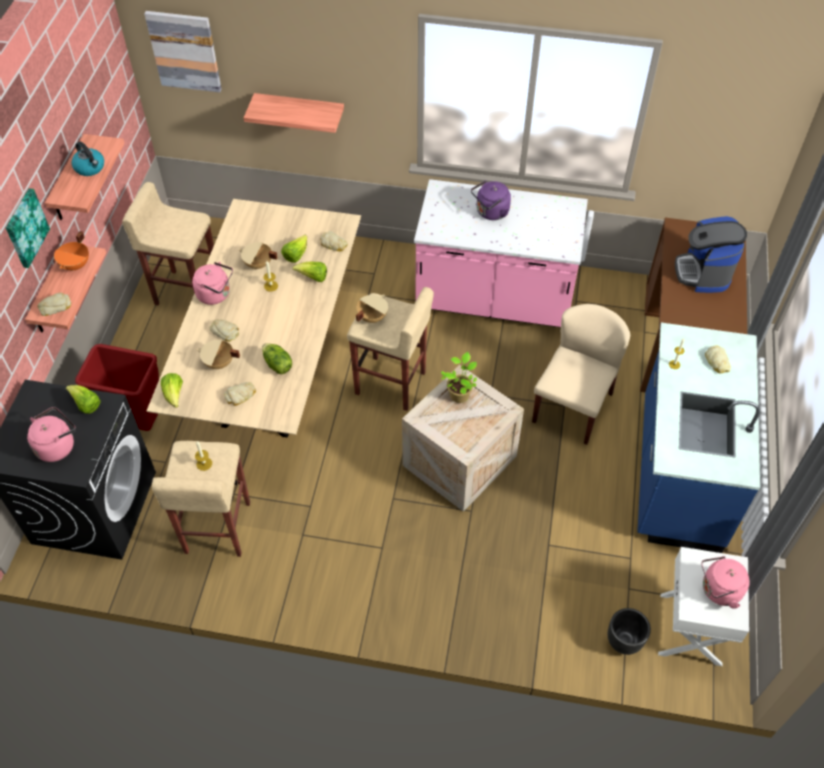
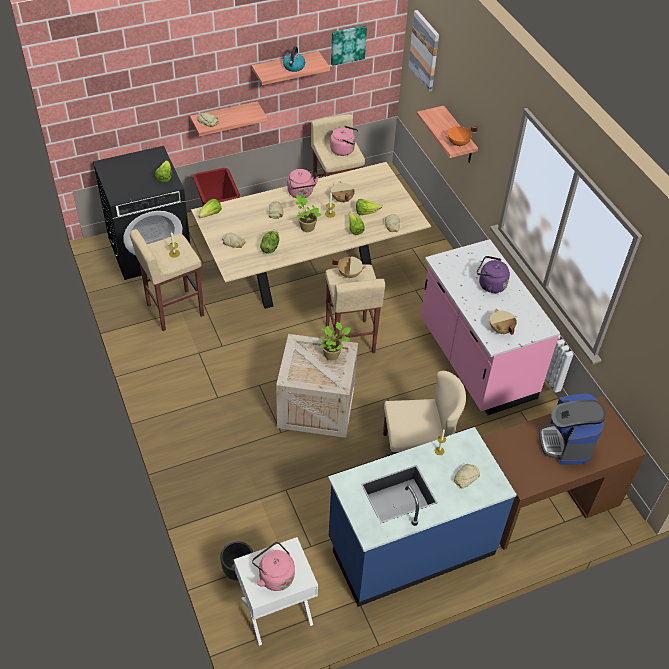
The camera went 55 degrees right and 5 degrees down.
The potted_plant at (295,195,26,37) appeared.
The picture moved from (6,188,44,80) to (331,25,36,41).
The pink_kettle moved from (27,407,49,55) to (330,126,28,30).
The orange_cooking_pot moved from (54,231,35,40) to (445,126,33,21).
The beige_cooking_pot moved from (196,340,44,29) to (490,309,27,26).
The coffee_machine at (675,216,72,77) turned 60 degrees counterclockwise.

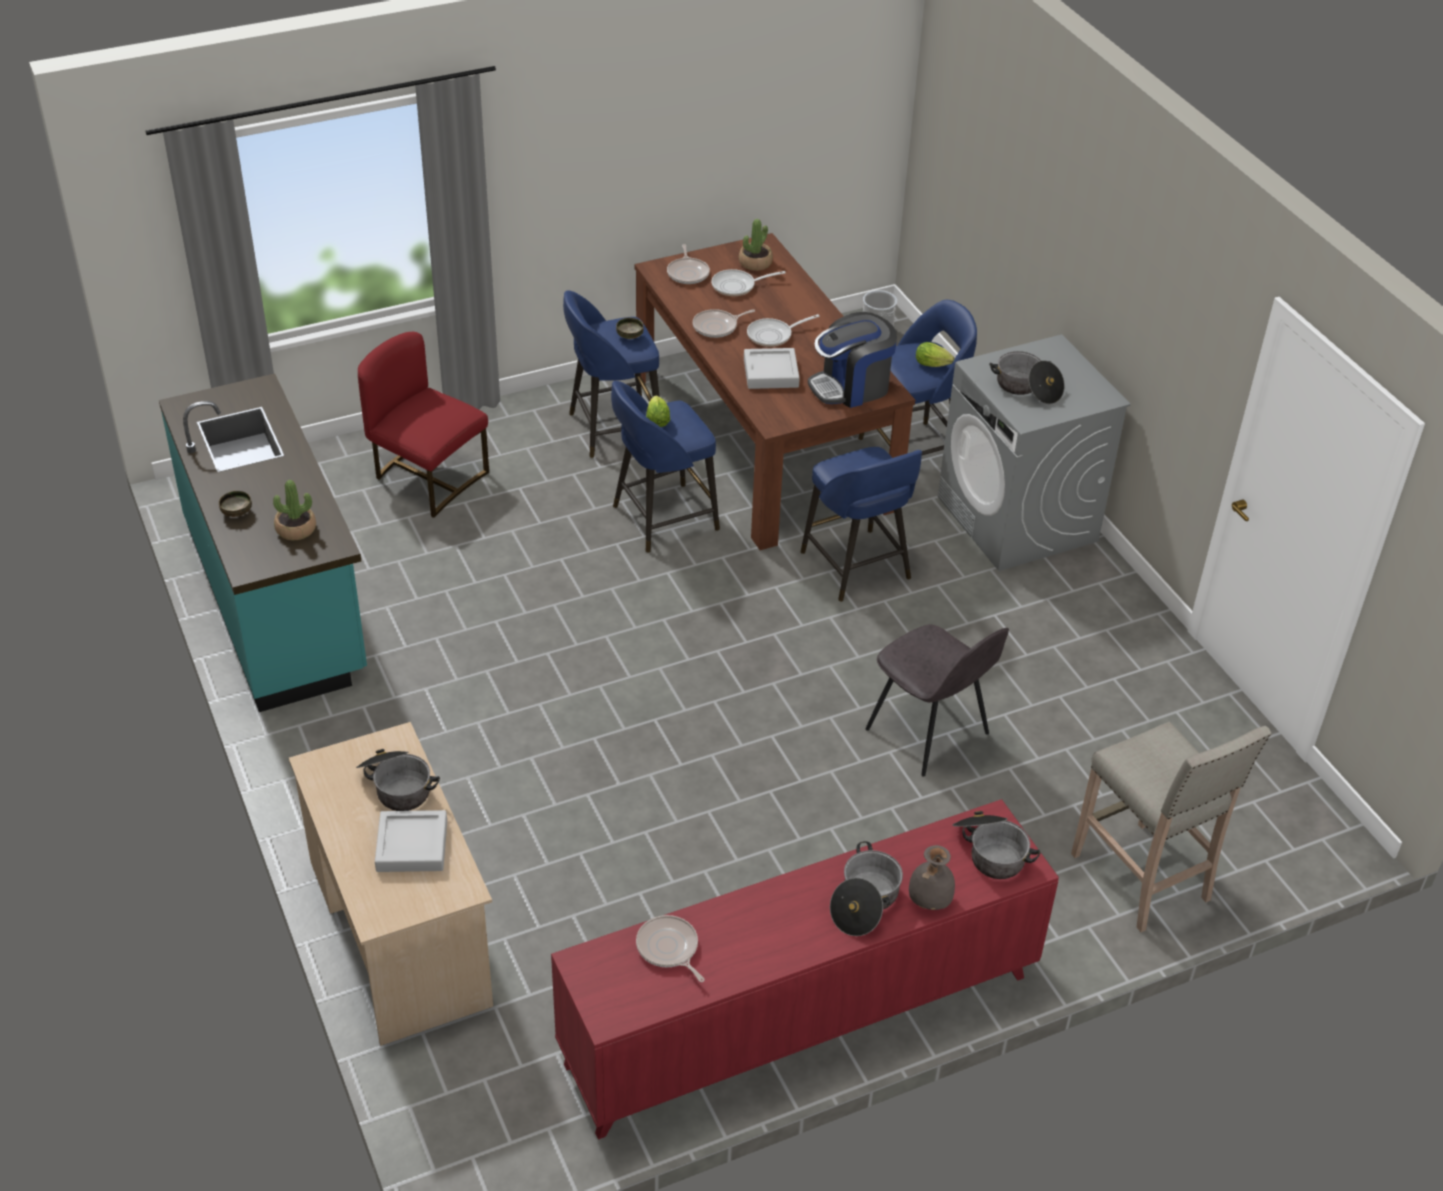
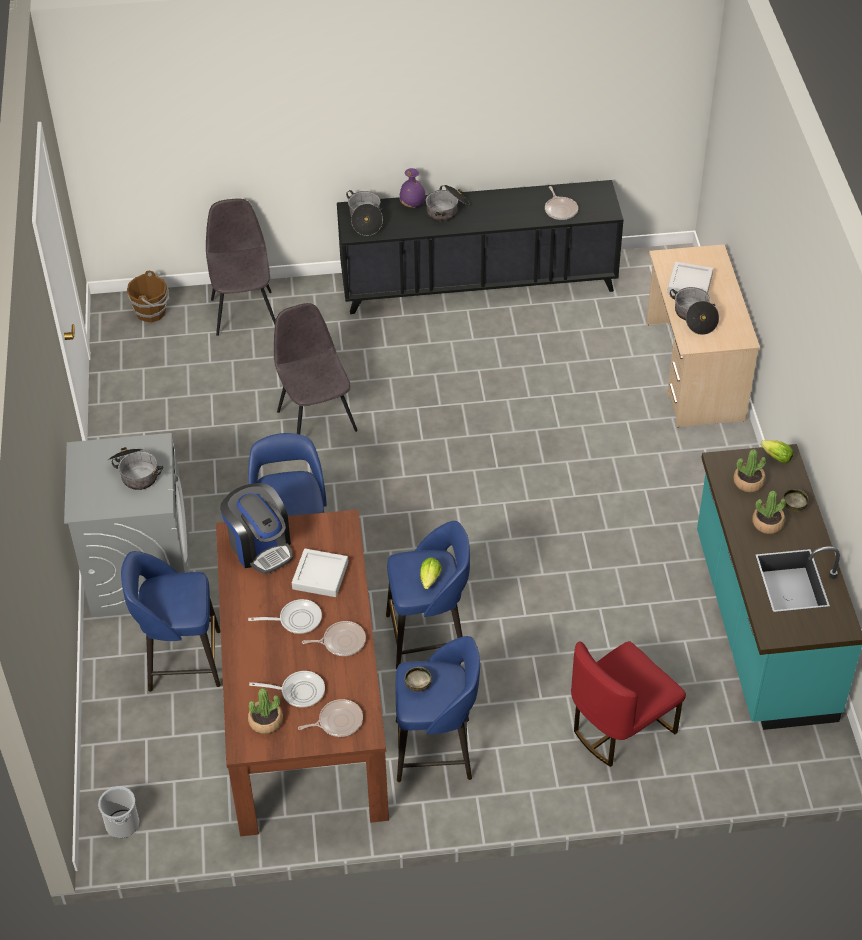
The camera went 160 degrees left and 5 degrees up.
The brown_bucket at (127,270,42,52) appeared.
The potted_plant at (752,491,34,43) appeared.
The lettuce moved from (916,342,38,25) to (761,440,32,23).
The beige_stool at (1071,722,200,210) was replaced by the grey_chair at (206,198,70,138).
The red_cabinet at (551,799,508,341) became the black_cabinet at (337,180,286,134).
The grey_vase at (909,845,46,65) became the purple_vase at (400,168,25,40).
The red_chair at (358,332,131,186) turned 90 degrees clockwise.
The frying_pan at (667,244,43,40) turned 60 degrees clockwise.
The coffee_machine at (808,312,89,96) turned 60 degrees clockwise.

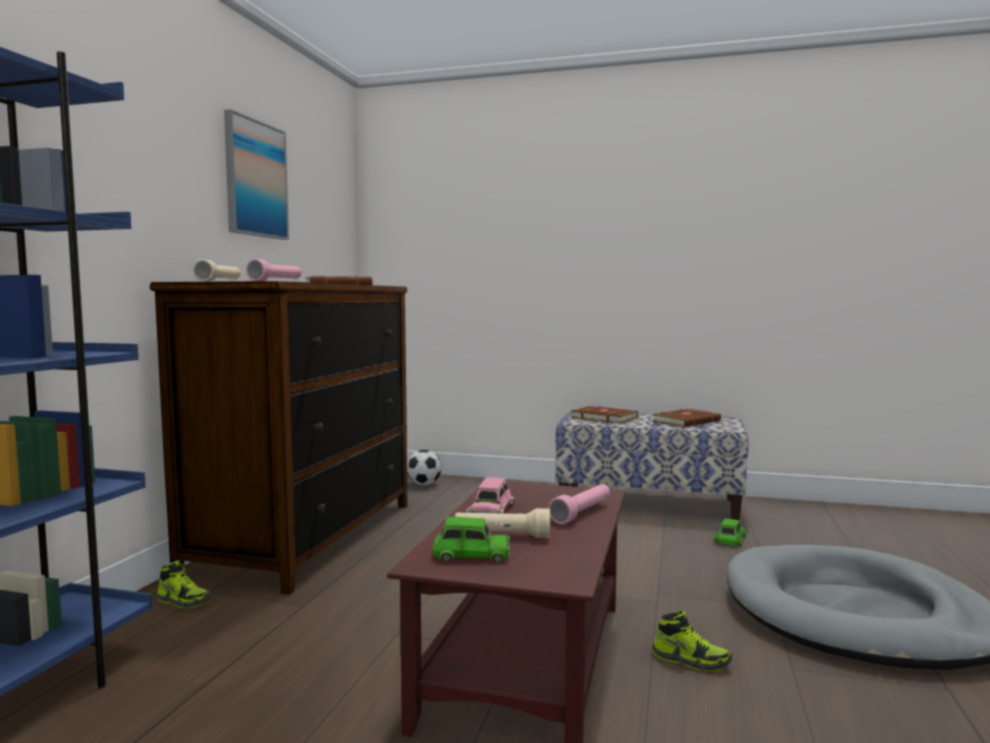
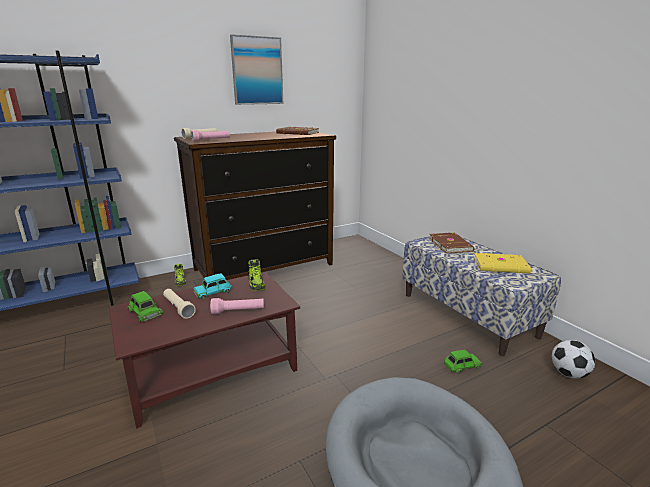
The camera went 45 degrees right and 15 degrees up.
The football moved from (407,450,35,35) to (552,340,43,39).
The shoe moved from (653,610,79,61) to (248,259,17,32).
The pink_toy_car at (466,477,48,37) became the turquoise_toy_car at (193,273,39,26).
The brown_book at (653,409,68,18) became the yellow_book at (474,253,57,20).

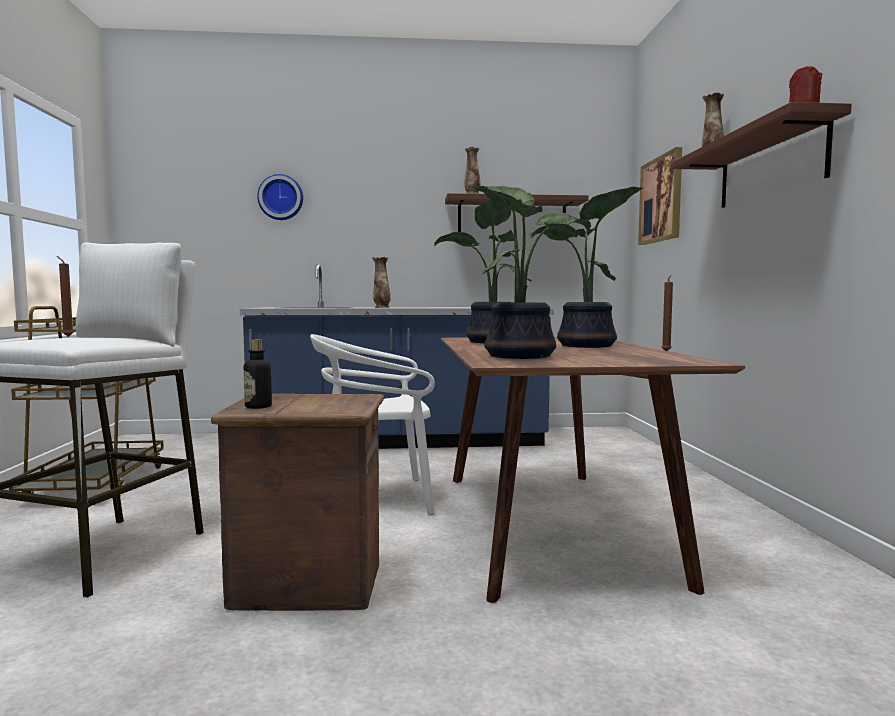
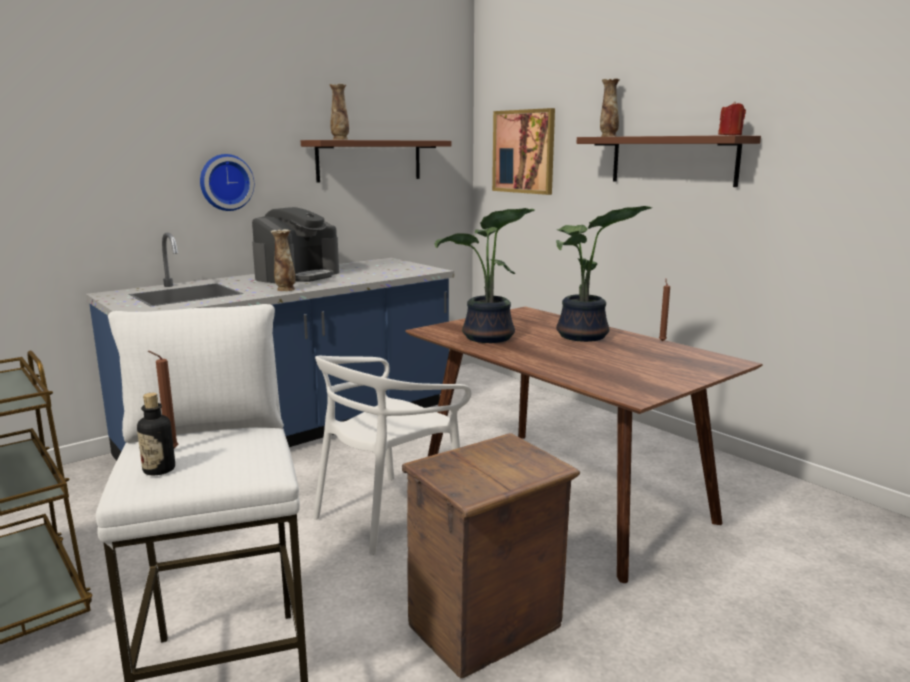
The camera went 35 degrees left and 10 degrees up.
The potted_plant at (474,186,117,173) disappeared.
The coffee_machine at (252,207,87,77) appeared.
The bottle moved from (243,339,29,70) to (137,393,38,82).
The wall_clock moved from (257,174,46,46) to (200,154,54,57).

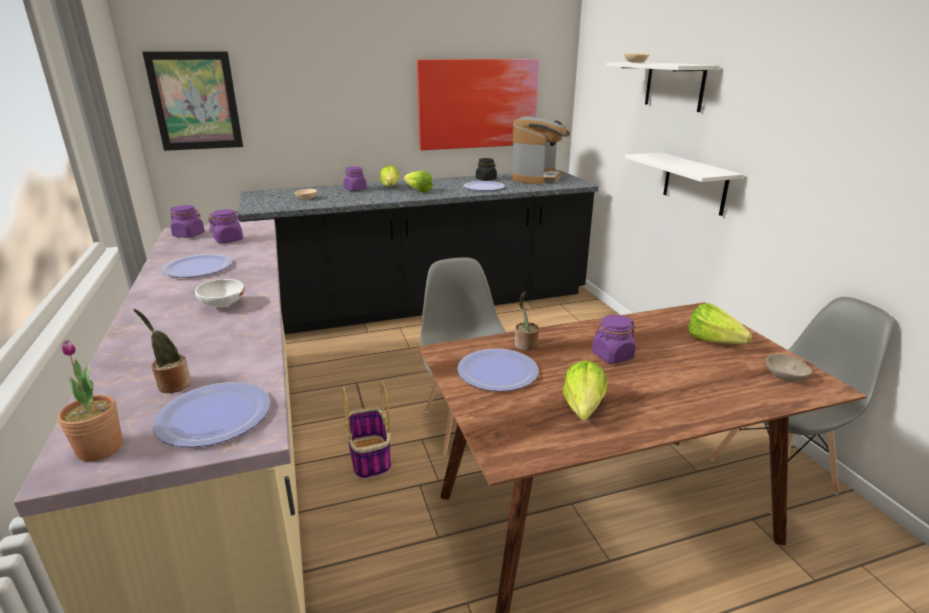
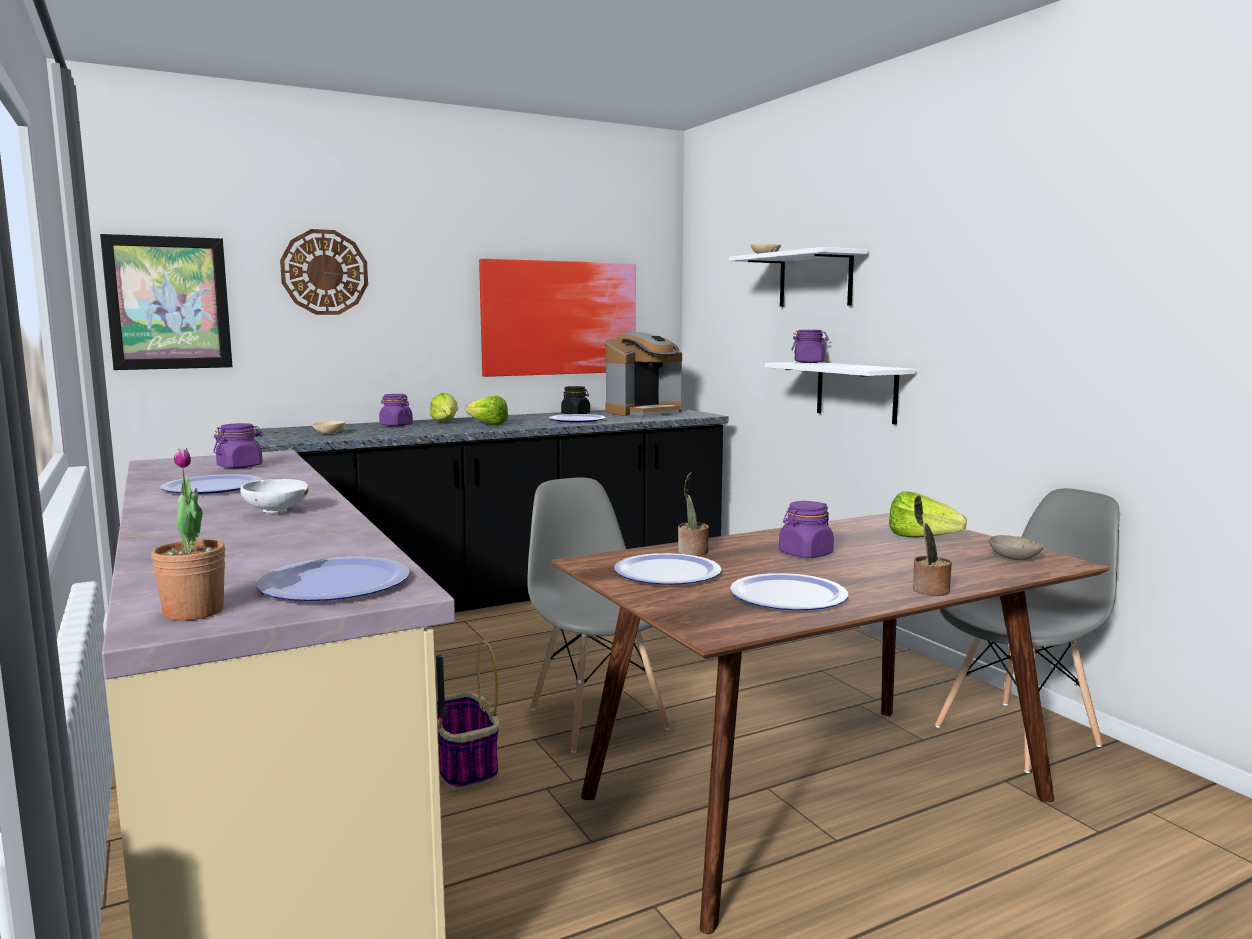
The camera went 10 degrees left and 15 degrees down.
The wall_clock at (280,229,88,86) appeared.
The potted_plant moved from (133,309,58,84) to (913,496,39,100).
The purple_jar moved from (170,205,35,33) to (791,330,38,33).
The lettuce at (563,360,44,61) was replaced by the plate at (730,573,118,37).
The coffee_machine at (512,117,58,67) turned 45 degrees clockwise.

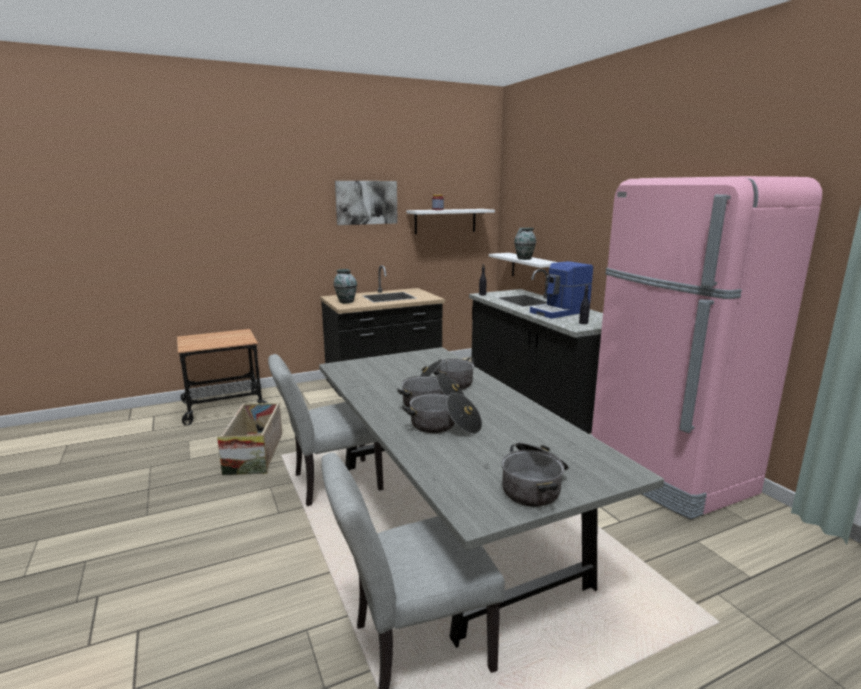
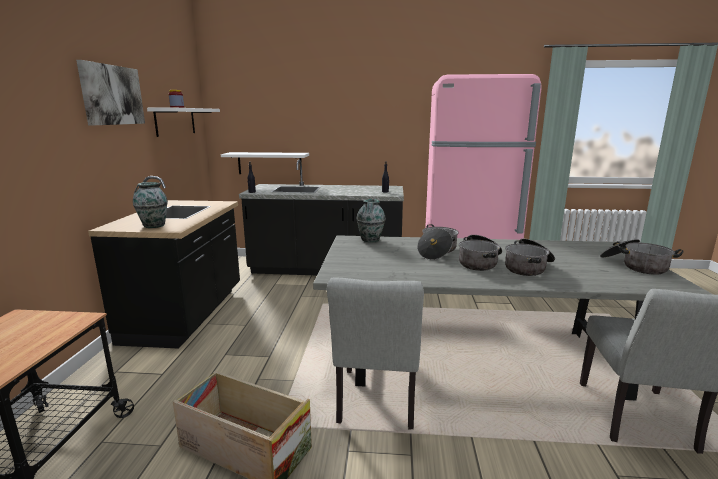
The camera went 60 degrees left and 0 degrees up.
The coffee_machine at (530,261,63,58) disappeared.
The vase moved from (514,228,22,32) to (356,198,30,44).

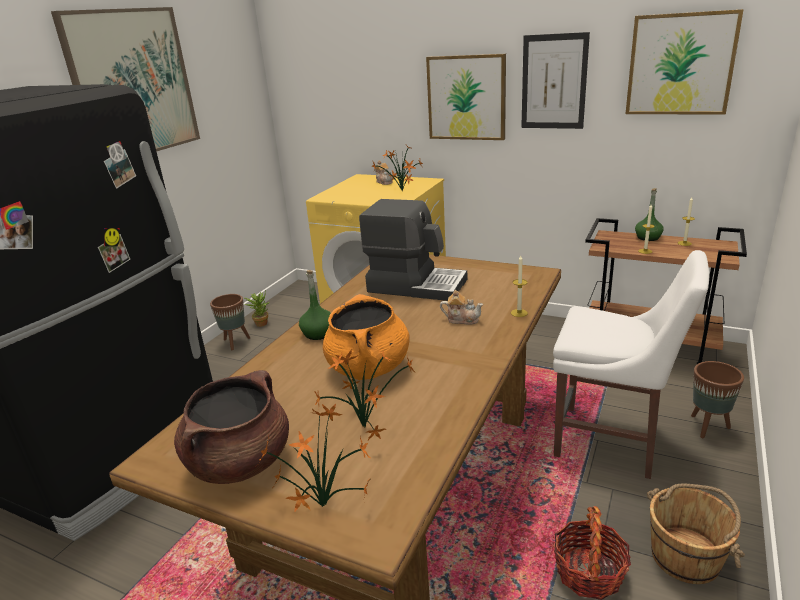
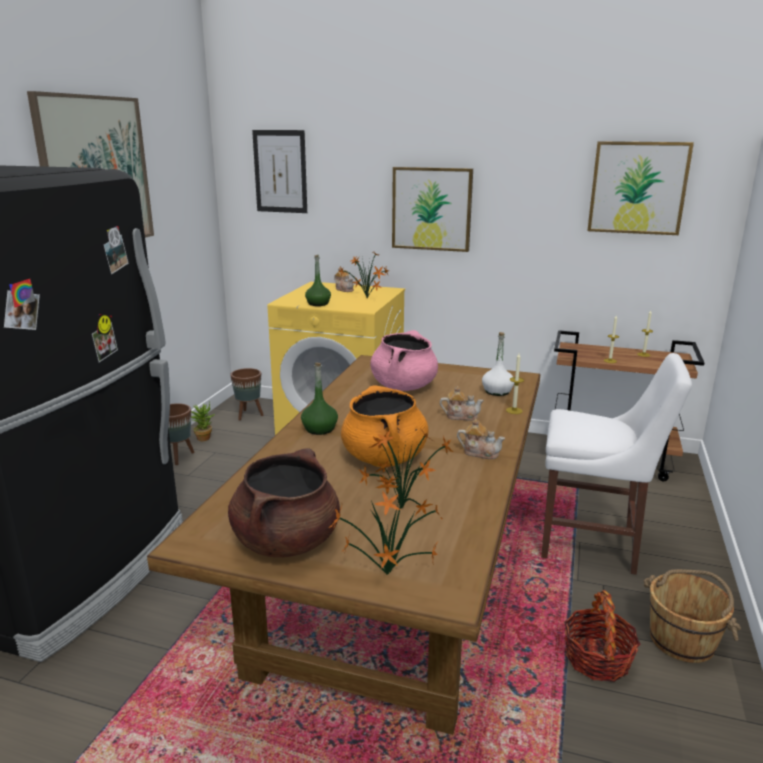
The camera went 10 degrees left and 5 degrees down.
The teapot at (457,418,48,41) appeared.
The white_bottle at (482,332,32,64) appeared.
The picture moved from (521,32,69,97) to (252,130,55,83).
The green_bottle moved from (635,188,29,53) to (305,255,26,51).
The brown_planter moved from (691,361,53,77) to (230,368,34,53).
The coffee_machine at (359,199,108,102) was replaced by the pink_cooking_pot at (370,330,68,61).

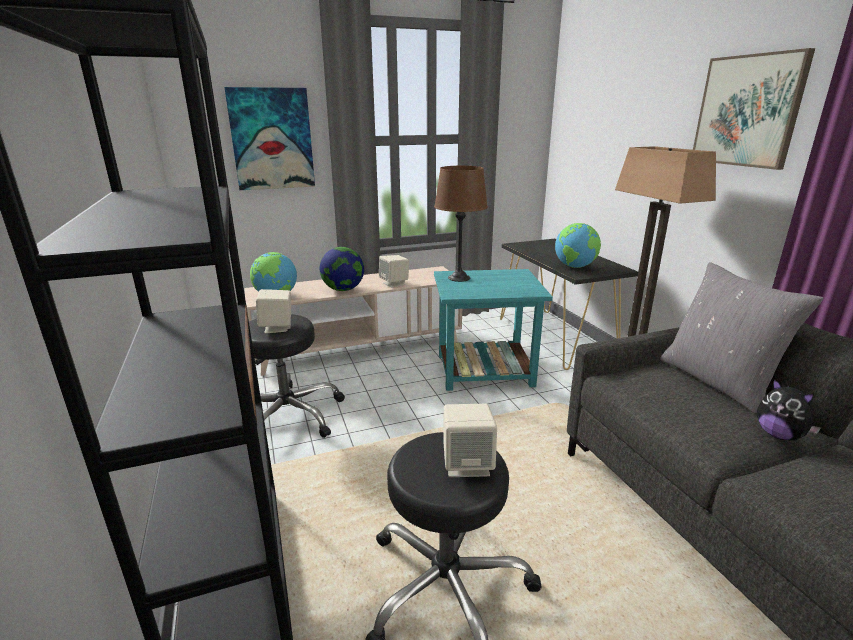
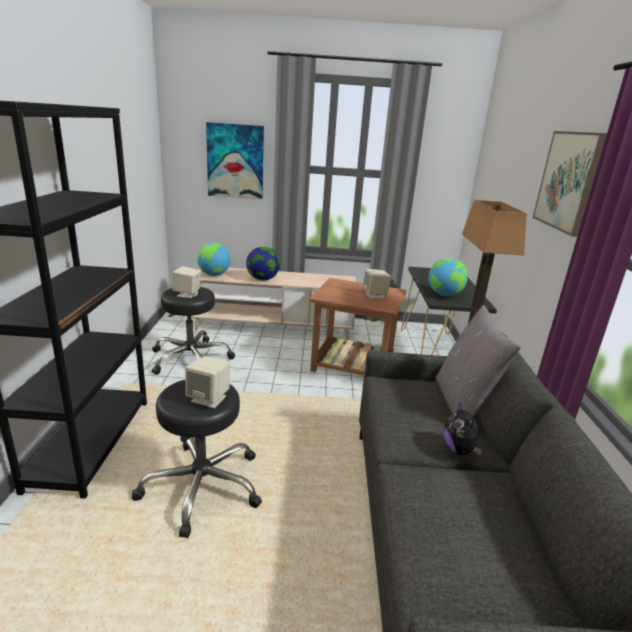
The camera went 20 degrees right and 0 degrees up.
The brown_table_lamp at (434,166,54,116) disappeared.
The beige_speaker moved from (379,255,30,33) to (362,269,29,30).
The turquoise_side_table at (434,269,119,122) became the brown_side_table at (309,278,97,98).

